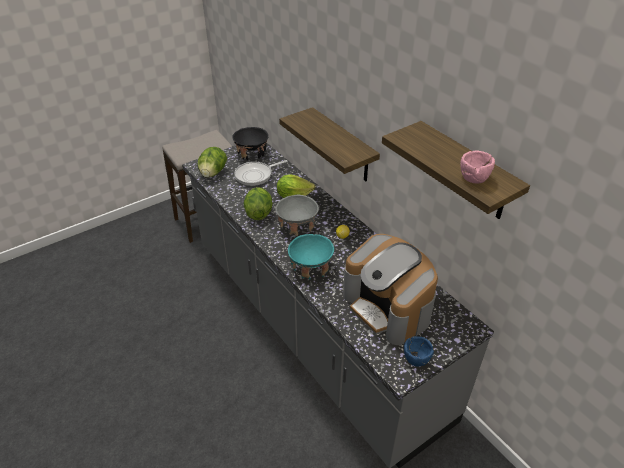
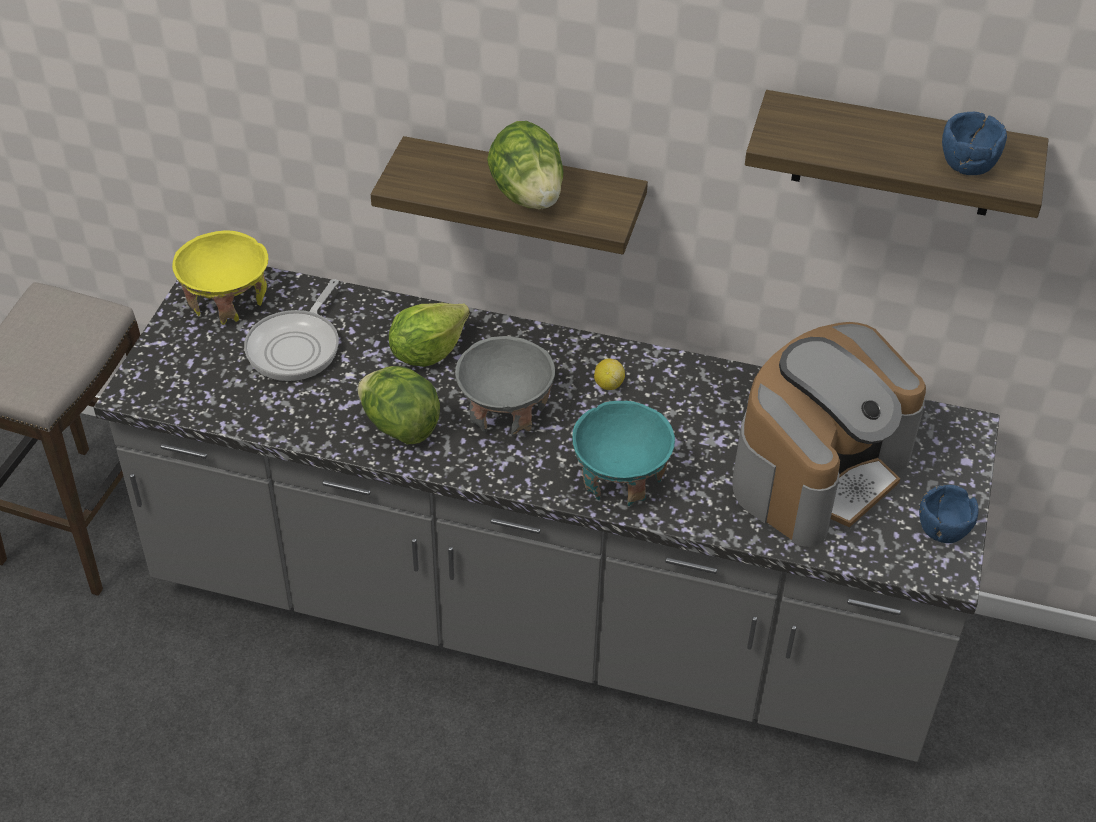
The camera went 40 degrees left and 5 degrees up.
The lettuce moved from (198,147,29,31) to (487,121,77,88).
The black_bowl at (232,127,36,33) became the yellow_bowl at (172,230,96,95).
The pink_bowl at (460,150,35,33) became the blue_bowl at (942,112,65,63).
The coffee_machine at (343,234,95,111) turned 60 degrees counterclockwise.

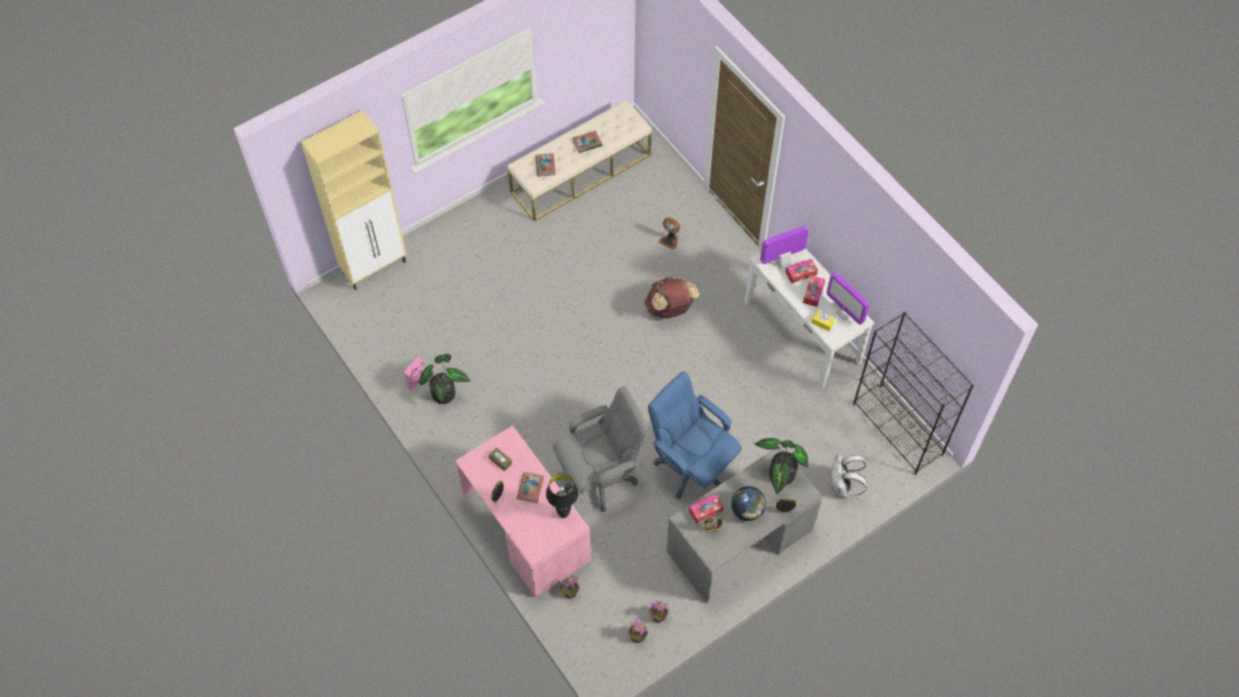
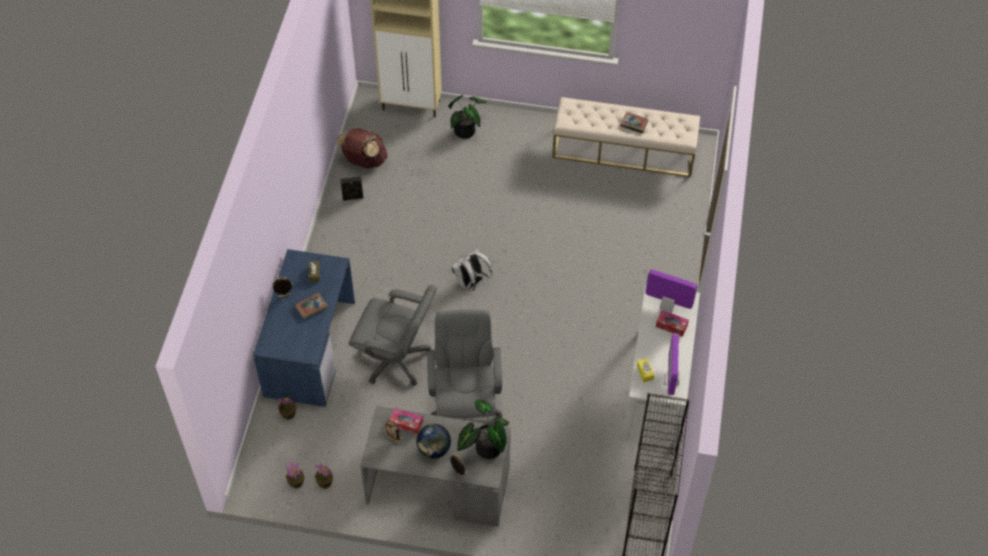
The camera went 45 degrees right and 5 degrees down.
The book at (535,153,21,24) disappeared.
The black_table_lamp at (546,474,33,44) disappeared.
The fan at (659,217,21,33) disappeared.
The tissue_box at (803,275,22,32) disappeared.
The potted_plant moved from (420,354,50,50) to (448,95,38,44).
The brown_backpack moved from (645,277,54,42) to (336,128,52,40).
The white_backpack moved from (831,453,36,44) to (451,248,41,44).
The pink_speaker at (404,357,20,33) became the black_speaker at (340,176,24,25).
The pink_desk at (455,425,136,172) became the blue_desk at (253,249,102,158).
The blue_office_chair at (648,371,94,129) became the grey_office_chair at (427,309,75,112).

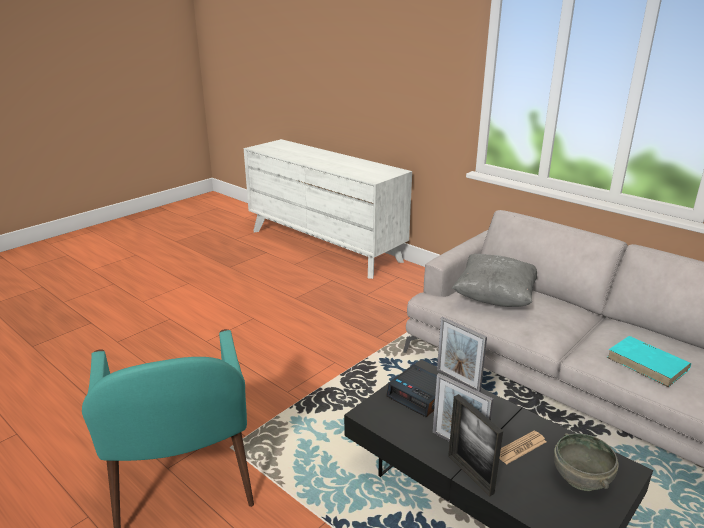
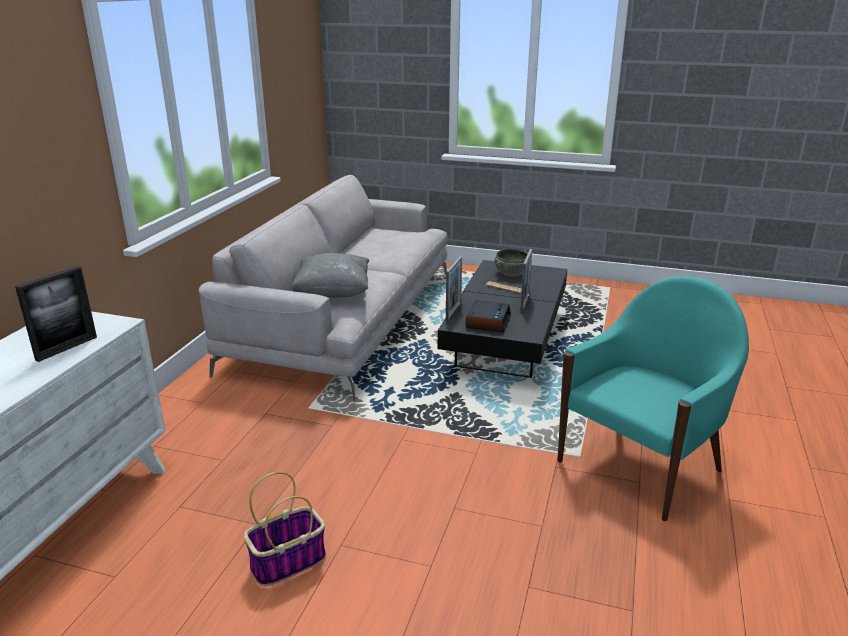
The camera went 115 degrees left and 0 degrees up.
The turquoise_book at (607,336,84,51) disappeared.
The basket at (244,472,82,115) appeared.
The picture_frame moved from (448,394,55,102) to (15,266,82,96).

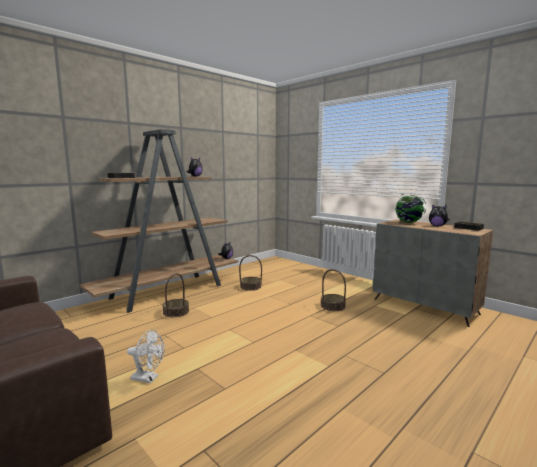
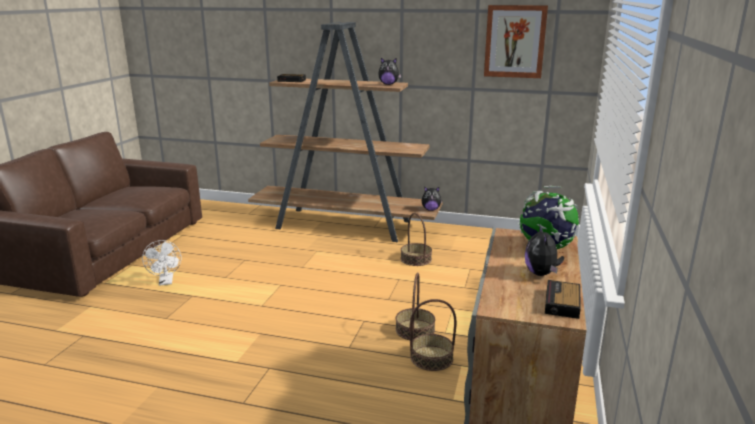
The camera went 60 degrees right and 10 degrees up.
The picture at (484,5,64,73) appeared.
The basket moved from (162,273,27,44) to (409,299,48,72).

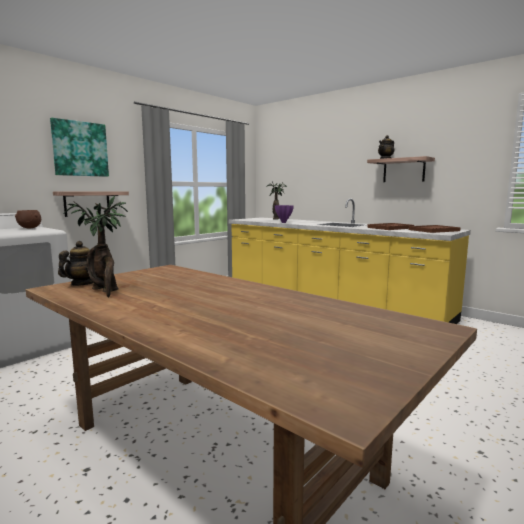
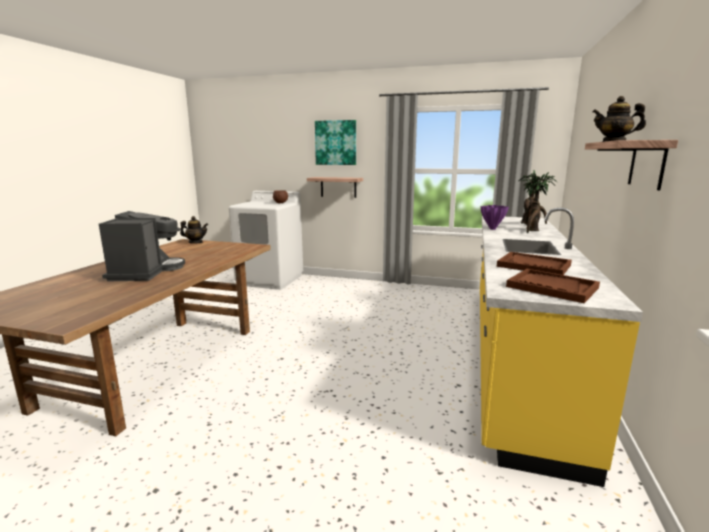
The camera went 65 degrees right and 5 degrees up.
The coffee_machine at (99,211,86,71) appeared.
The potted_plant moved from (63,196,65,101) to (519,172,39,61).

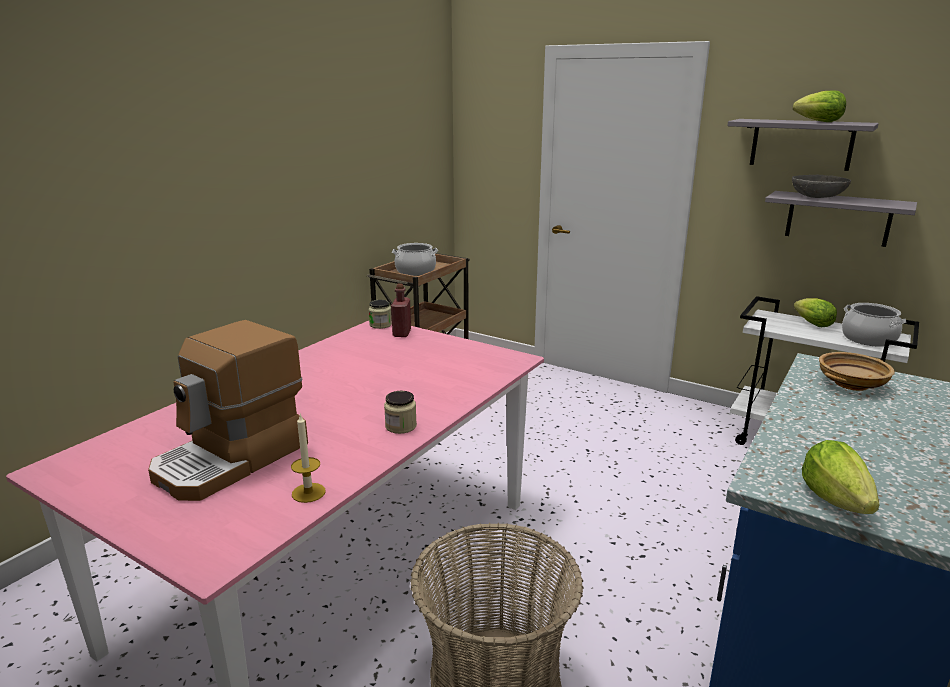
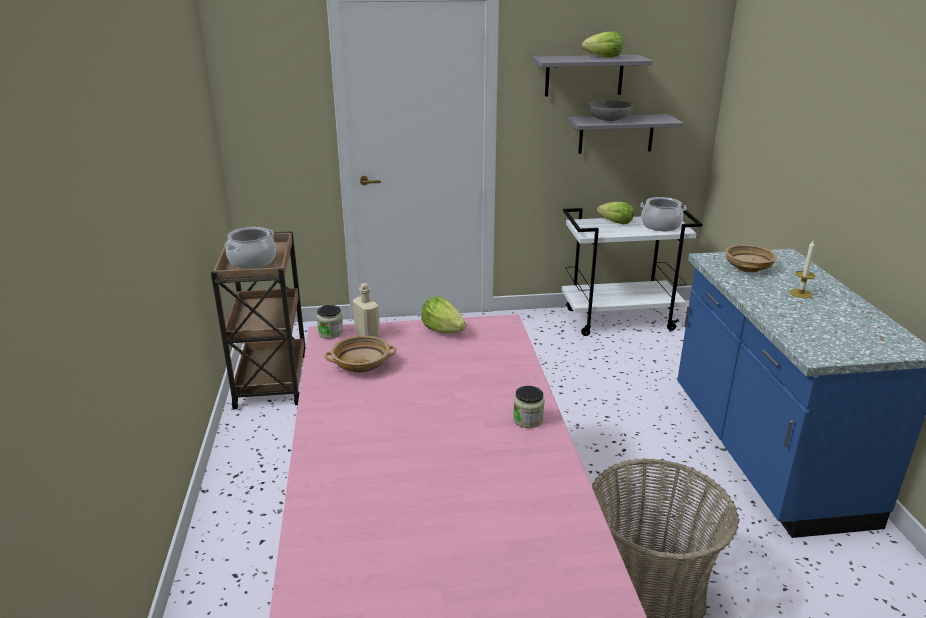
The camera went 40 degrees left and 5 degrees up.
The coffee_machine at (148,320,160,181) disappeared.
The beige_bowl at (324,335,72,38) appeared.
The candle moved from (291,415,35,88) to (790,241,25,58).
The lettuce moved from (802,440,78,74) to (421,297,45,36).
The red_bottle at (391,283,20,54) became the beige_bottle at (353,283,27,54).

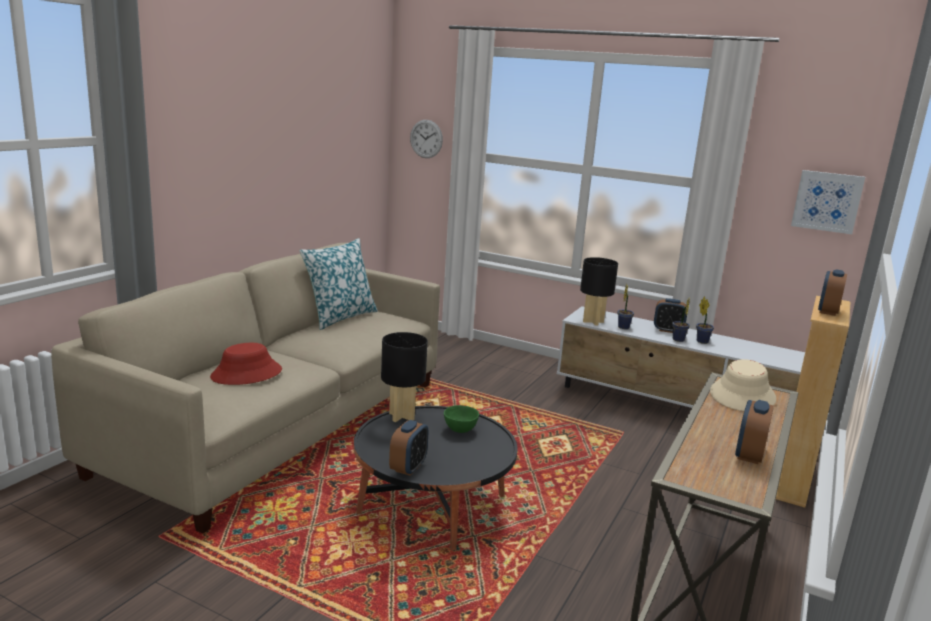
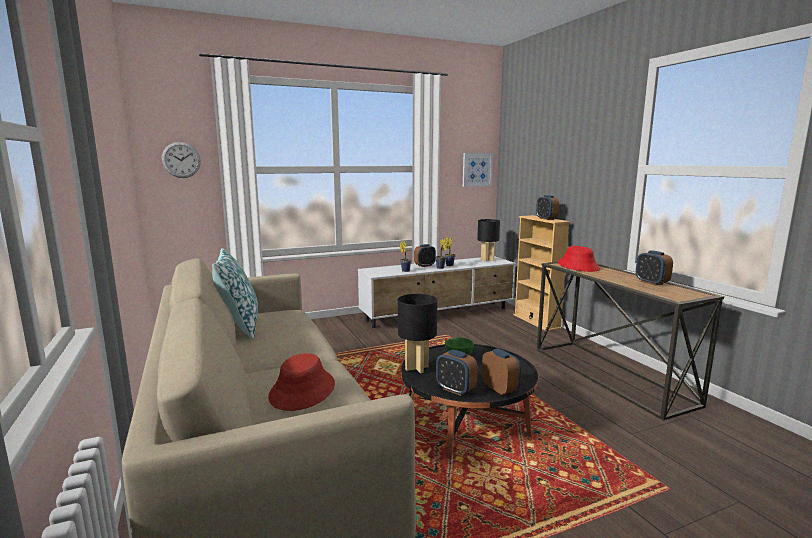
The camera went 50 degrees left and 5 degrees down.
The alarm_clock at (436,349,42,47) appeared.
The black_table_lamp moved from (580,257,38,69) to (477,219,23,42).
The beige_hat at (710,359,66,52) became the red_hat at (558,246,42,26).

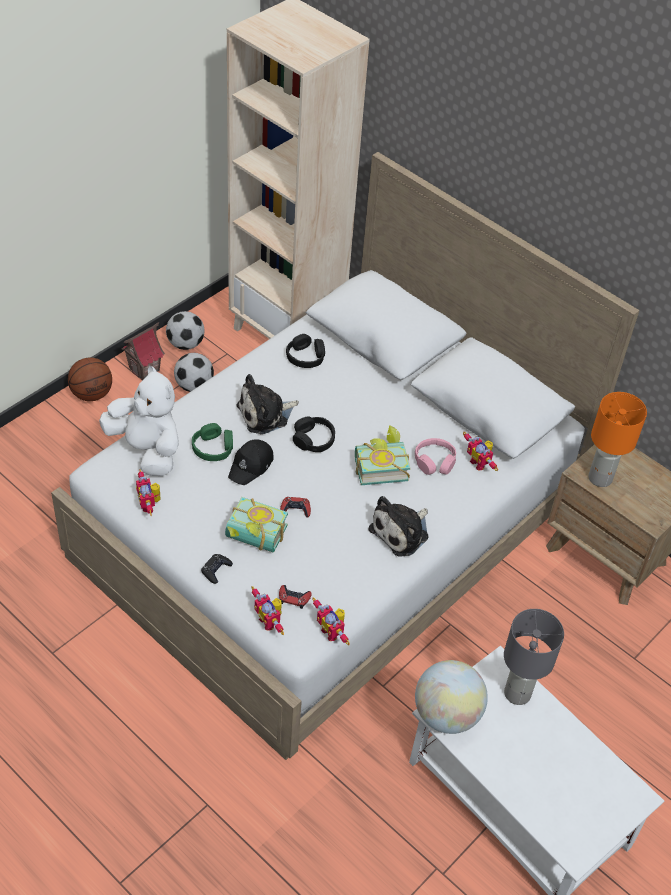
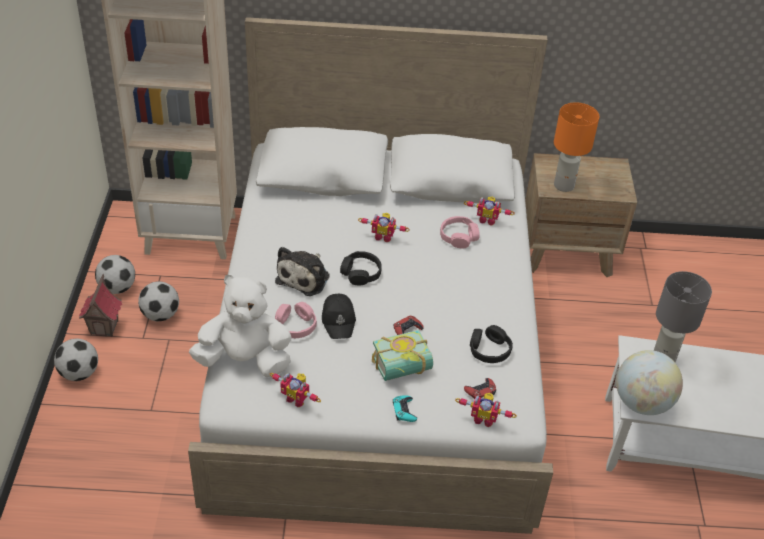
The camera went 40 degrees left and 5 degrees down.
The book at (355,425,55,60) disappeared.
The plush_toy at (368,496,61,61) disappeared.
The black_headphones moved from (286,334,39,34) to (470,325,43,38).
The toy_robot moved from (312,597,38,48) to (358,213,52,29).
The basketball at (68,358,44,43) was replaced by the football at (54,338,44,43).
The green_headphones at (192,423,41,38) became the pink_headphones at (275,302,42,36).
The black_game_controller at (201,554,32,30) became the turquoise_game_controller at (393,395,24,27).

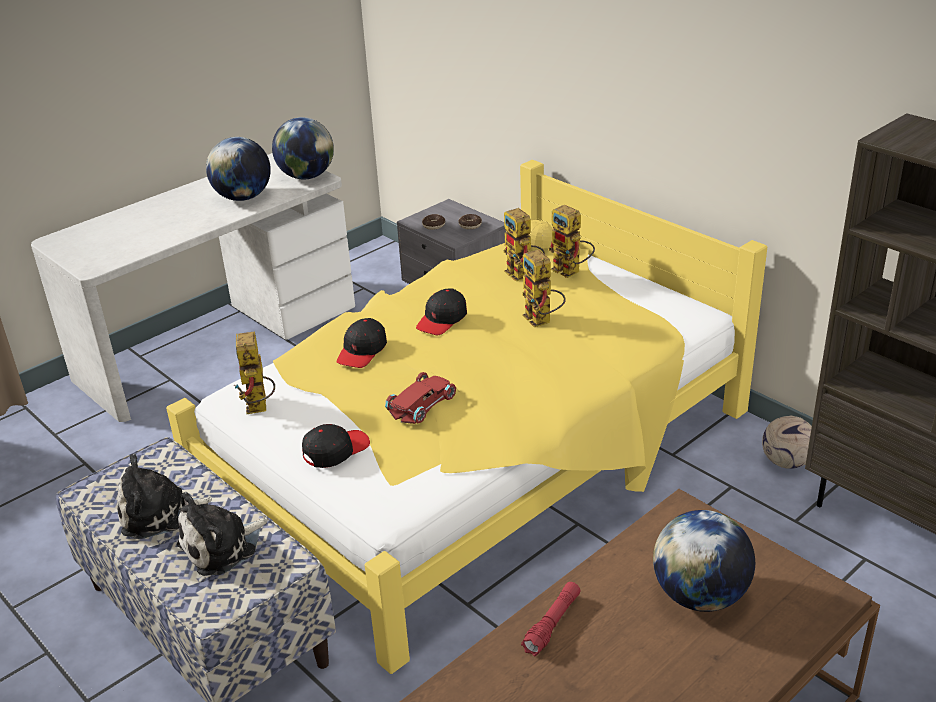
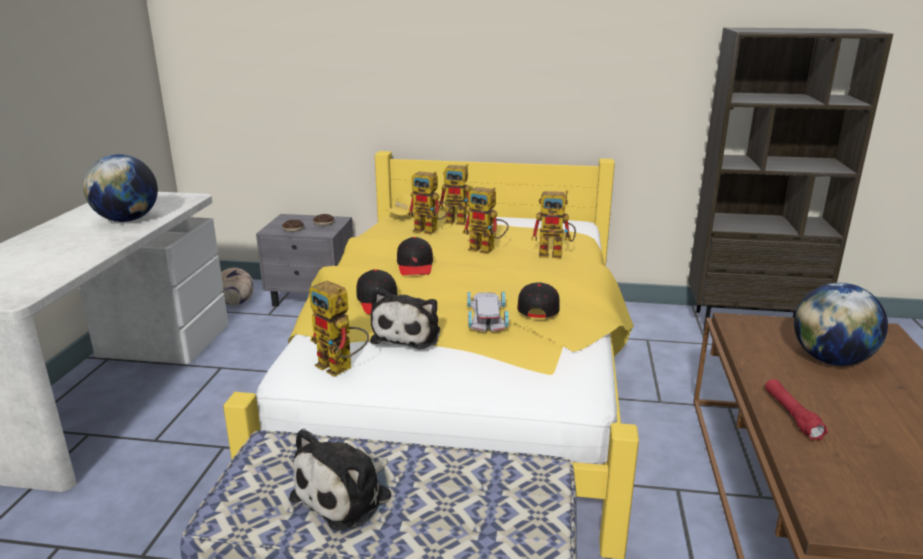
The camera went 40 degrees left and 10 degrees down.
The globe at (272,117,62,62) disappeared.
The toy_robot at (531,190,45,68) appeared.
The plush_toy moved from (177,492,91,84) to (370,288,70,61).
The black_cap moved from (302,424,68,44) to (517,282,43,36).
The football moved from (762,415,50,54) to (221,268,33,37).
The red_toy_car at (385,372,71,52) became the white_toy_car at (467,292,42,40).

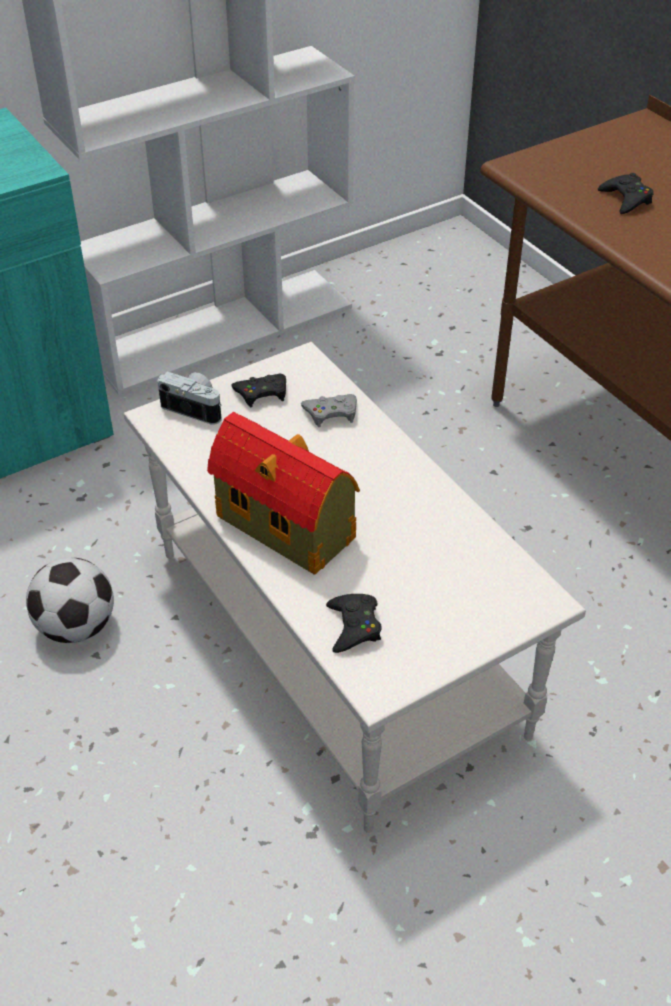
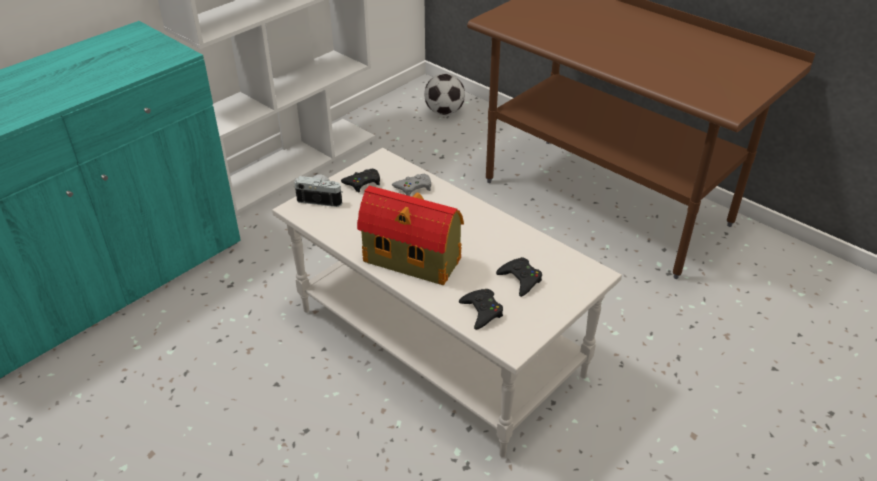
The camera went 15 degrees left and 5 degrees down.
The football moved from (26,557,88,86) to (424,74,41,41).
The black_game_controller moved from (598,173,56,41) to (496,257,46,40).

